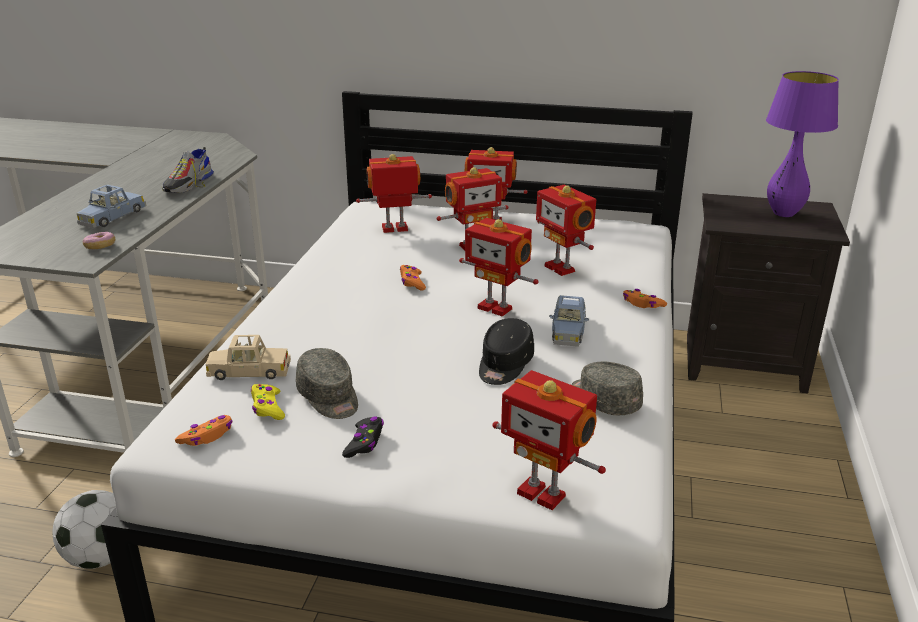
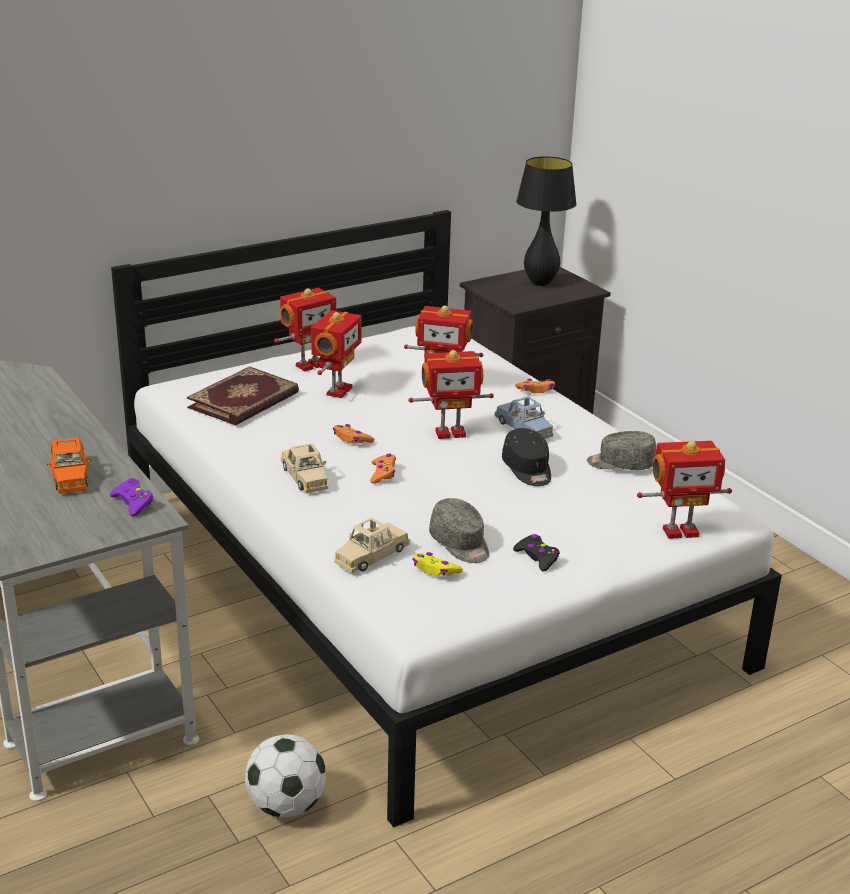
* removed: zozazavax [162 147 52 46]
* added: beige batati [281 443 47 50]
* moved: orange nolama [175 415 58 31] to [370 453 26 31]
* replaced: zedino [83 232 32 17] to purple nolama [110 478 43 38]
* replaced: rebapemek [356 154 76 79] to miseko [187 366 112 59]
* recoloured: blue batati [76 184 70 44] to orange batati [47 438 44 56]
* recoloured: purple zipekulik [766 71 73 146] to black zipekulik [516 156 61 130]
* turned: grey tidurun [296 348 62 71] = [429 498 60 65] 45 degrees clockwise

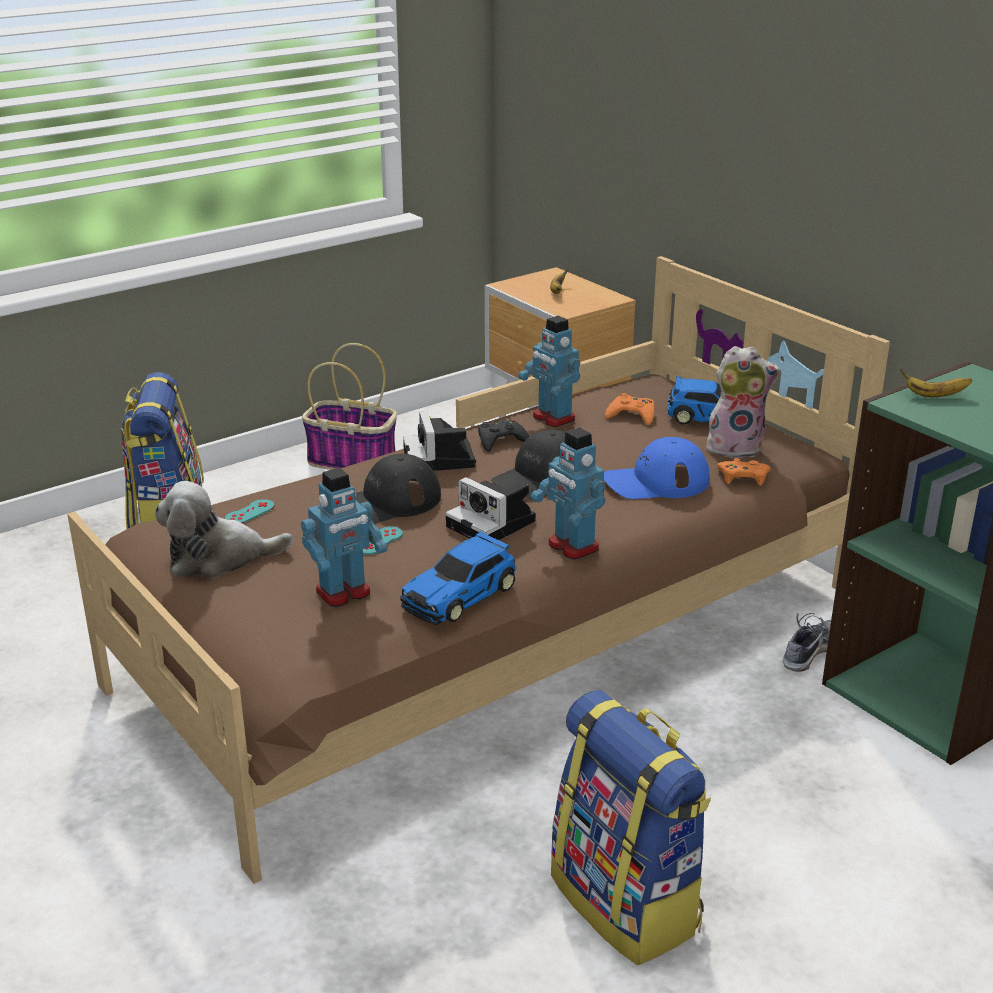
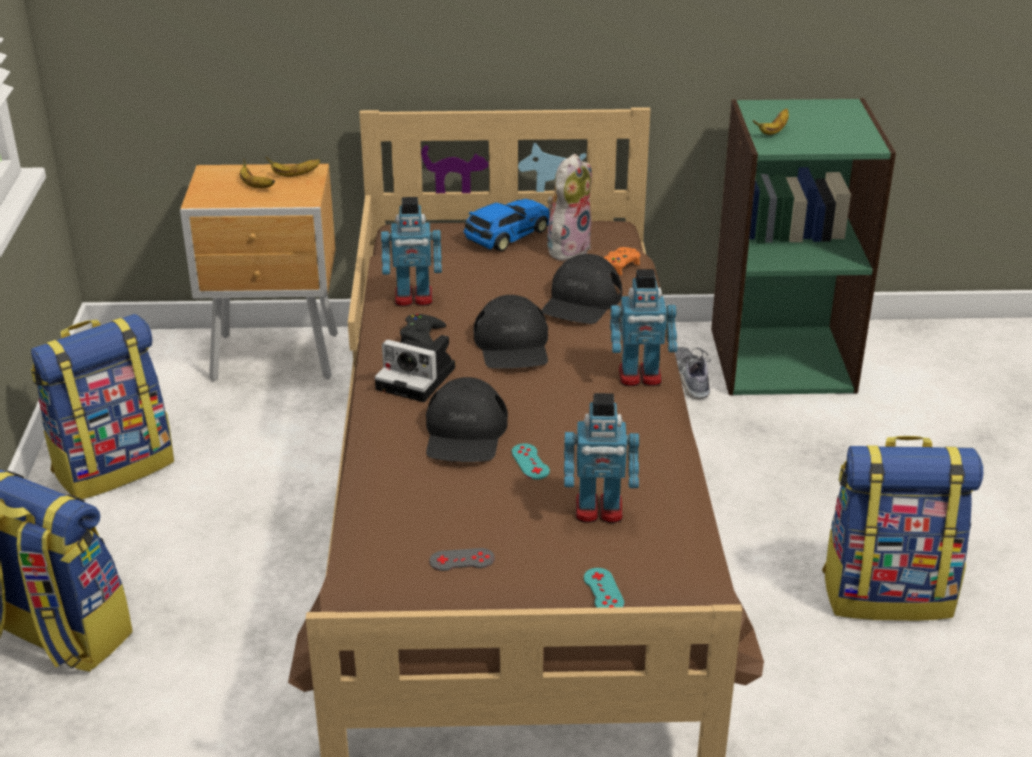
* removed: batati [400 531 116 94]
* removed: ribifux [445 477 91 66]
* removed: orange nolama [605 393 50 32]
* added: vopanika [266 157 55 20]
* moved: turquoise nolama [225 499 49 25] to [584 568 41 40]
* replaced: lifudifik [155 481 138 97] to grey nolama [429 548 66 23]
* replaced: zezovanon [302 343 95 127] to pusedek [31 314 143 185]
* recoloured: blue tidurun [604 437 106 62] to black tidurun [542 254 80 70]
* turned: rebapemek [301 467 87 140] = [564 393 75 130] 90 degrees clockwise

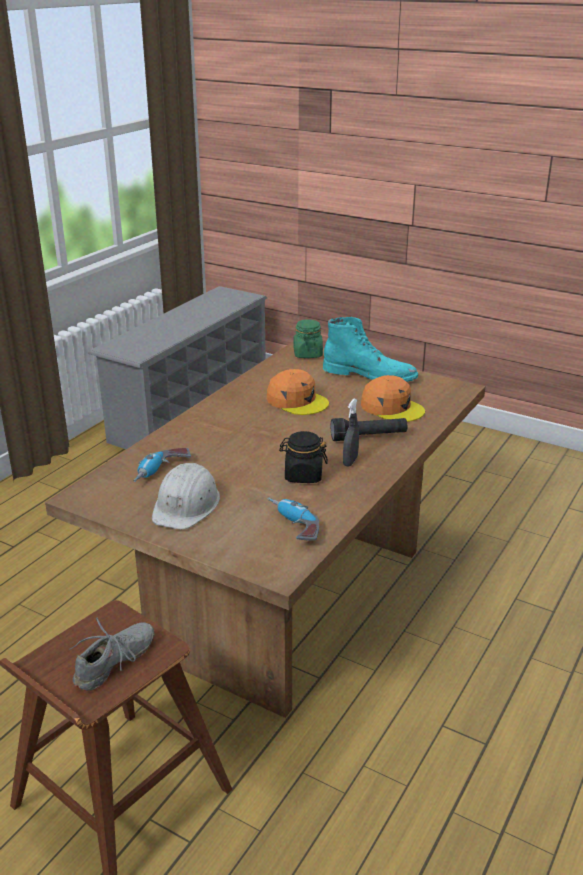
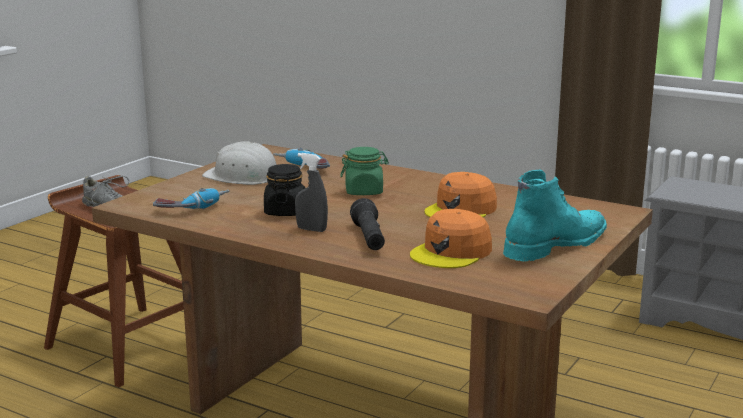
* moved: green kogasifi [294 319 29 39] to [340 147 49 48]
* turned: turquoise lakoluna [323 317 95 65] = [503 169 104 92] 150 degrees counterclockwise

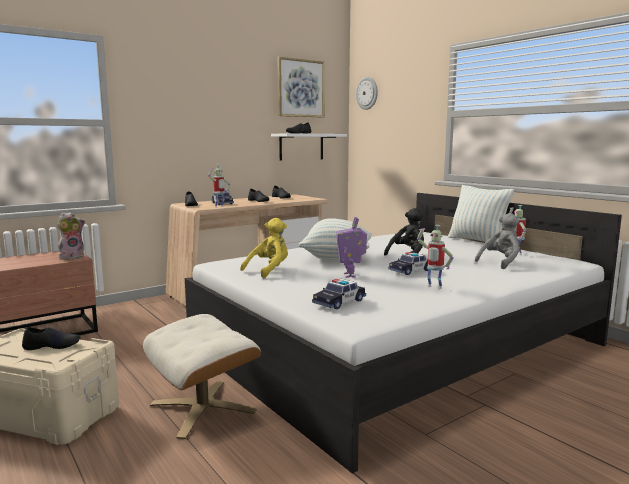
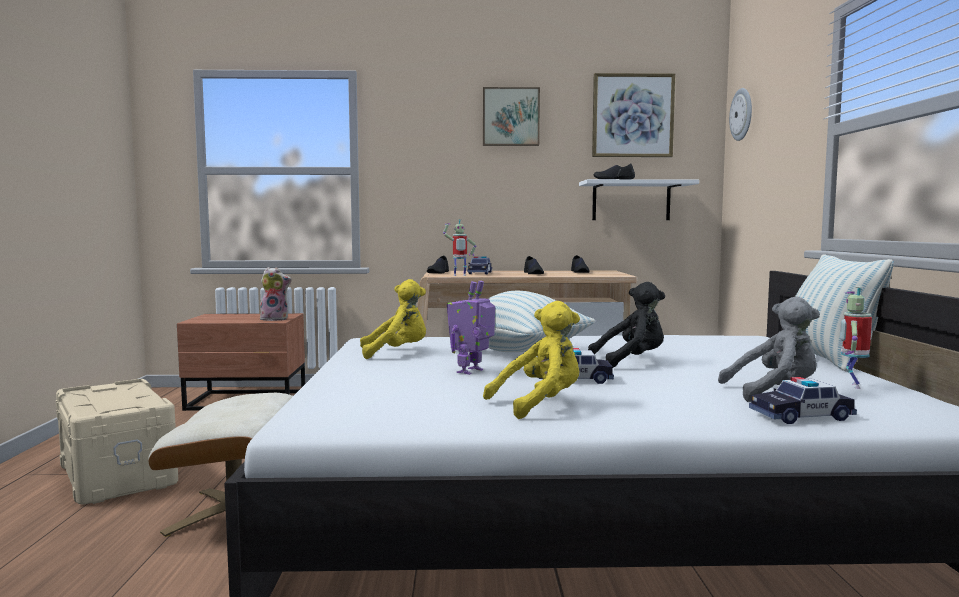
* removed: black zozazavax [22 327 59 23]
* added: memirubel [483 87 57 59]
* moved: batati [312 279 54 30] to [749 377 108 47]
* replaced: rebapemek [417 225 37 64] to yellow lifudifik [483 301 97 118]

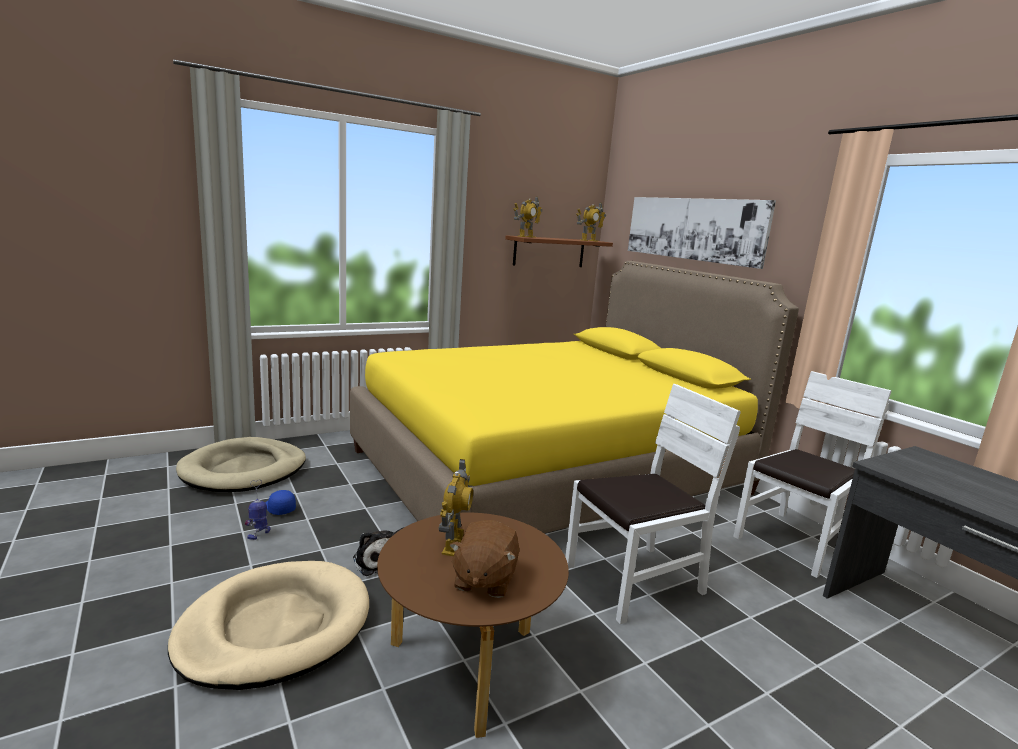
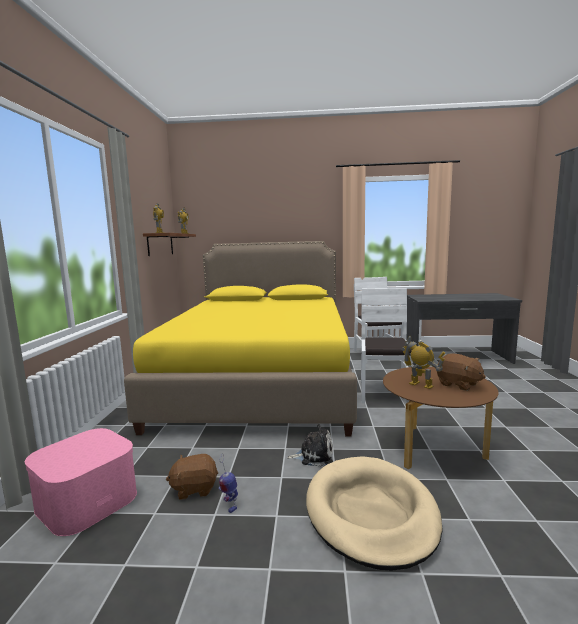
* removed: memirubel [628 197 148 72]
* replaced: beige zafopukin [176 437 130 55] to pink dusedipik [25 428 112 108]
* replaced: blue tidurun [266 490 30 25] to brown lifudifik [166 454 52 46]

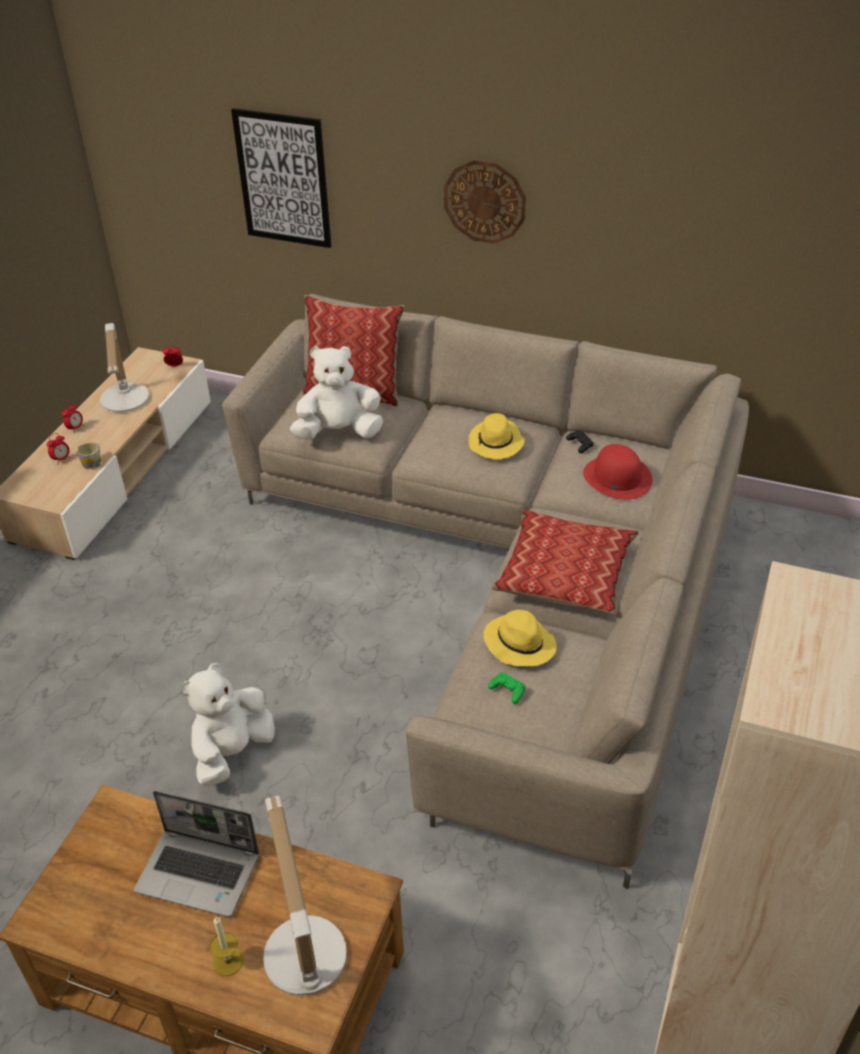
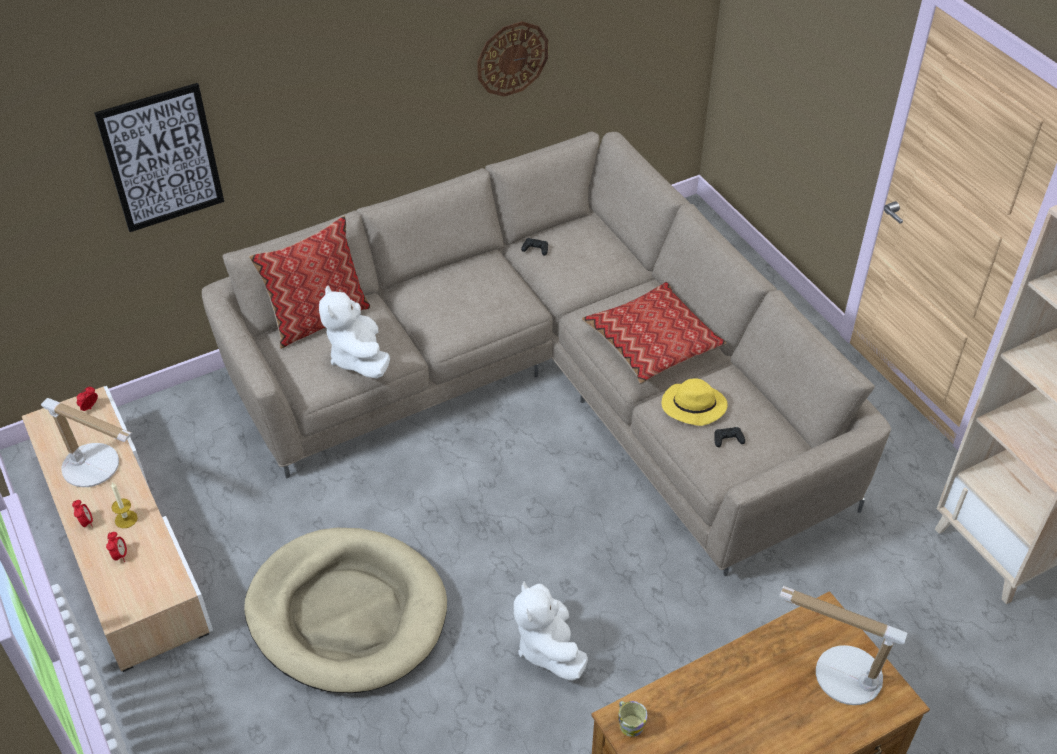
* removed: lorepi [134 791 125 126]
* removed: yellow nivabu [469 413 56 46]
* removed: red nivabu [583 444 69 56]
* added: beige zafopukin [244 528 203 165]
* moved: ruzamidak [77 442 24 27] to [618 701 29 36]
* moved: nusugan [210 916 34 60] to [111 482 26 46]
* moved: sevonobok [444 160 82 84] to [477 21 71 76]
* recoloured: green nolama [488 672 38 32] to black nolama [714 427 31 20]
* turned: white lifudifik [290 346 93 94] = [319 285 71 94] 45 degrees counterclockwise

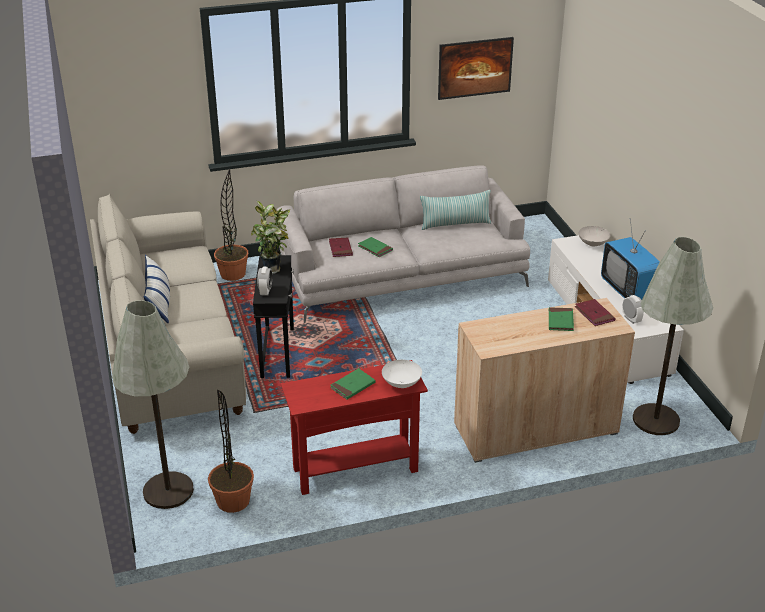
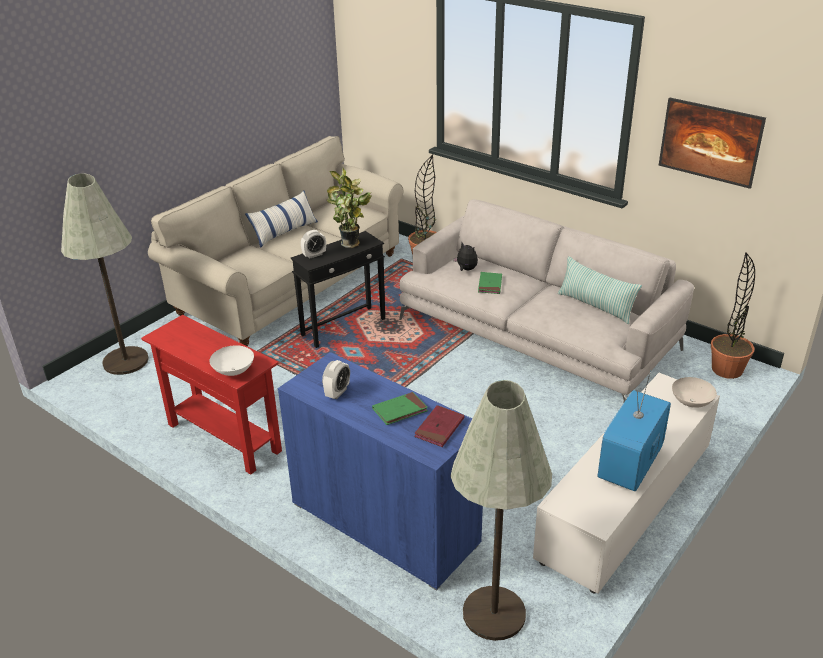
* removed: green miseko [330 368 46 32]
* moved: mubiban [208 390 46 123] to [711 252 44 127]
* moved: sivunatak [622 295 22 29] to [322 360 28 39]
* replaced: red miseko [329 237 24 20] to lifudifik [453 242 25 29]
* recoloured: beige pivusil [454 298 181 165] to blue pivusil [278 352 205 239]

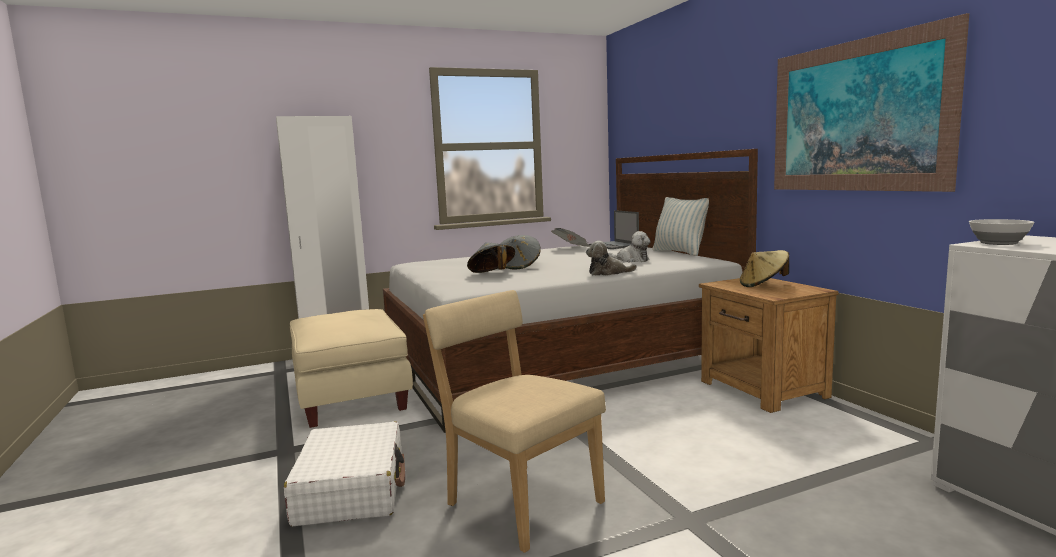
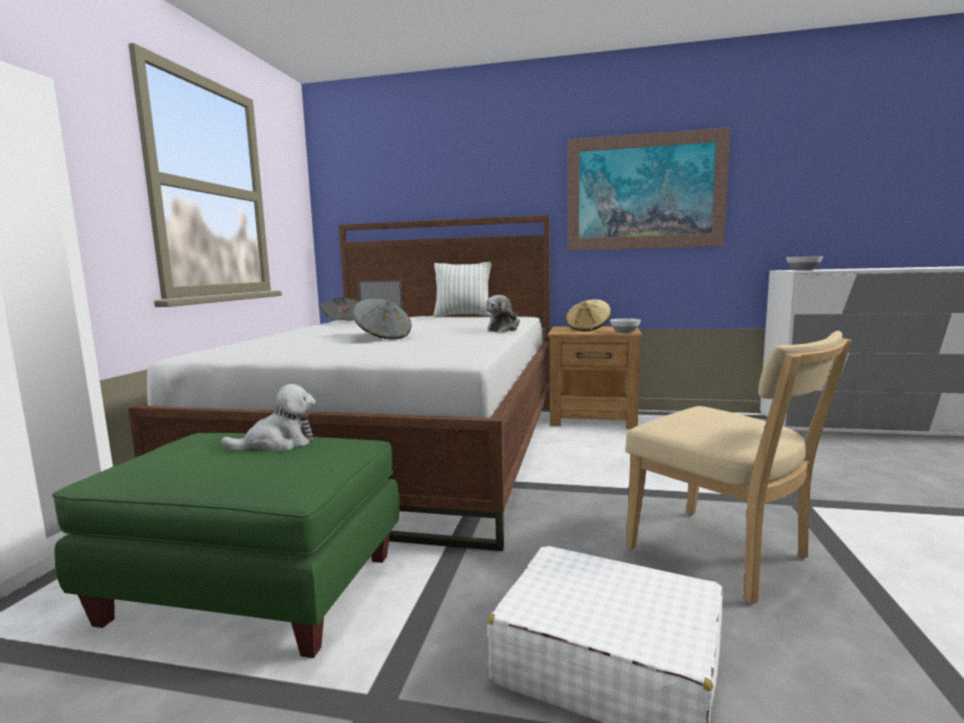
* removed: grey nivabu [467 242 48 31]
* added: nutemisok [610 318 31 15]
* moved: lifudifik [608 231 42 31] to [221 384 95 67]
* recoloured: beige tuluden [290 309 123 119] to green tuluden [52 433 348 225]
* turned: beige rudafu [423 290 183 263] = [625 331 226 273] 120 degrees counterclockwise

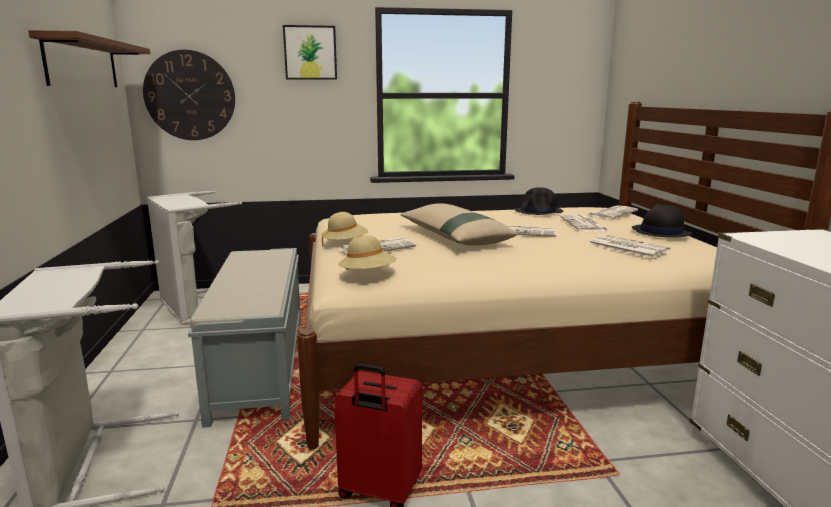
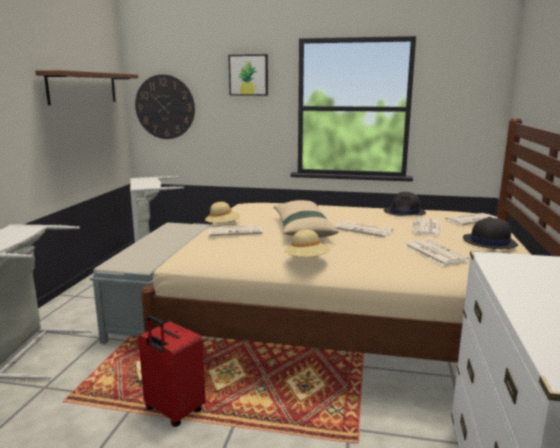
* moved: beige nivabu [338 235 59 35] to [284 230 47 27]

